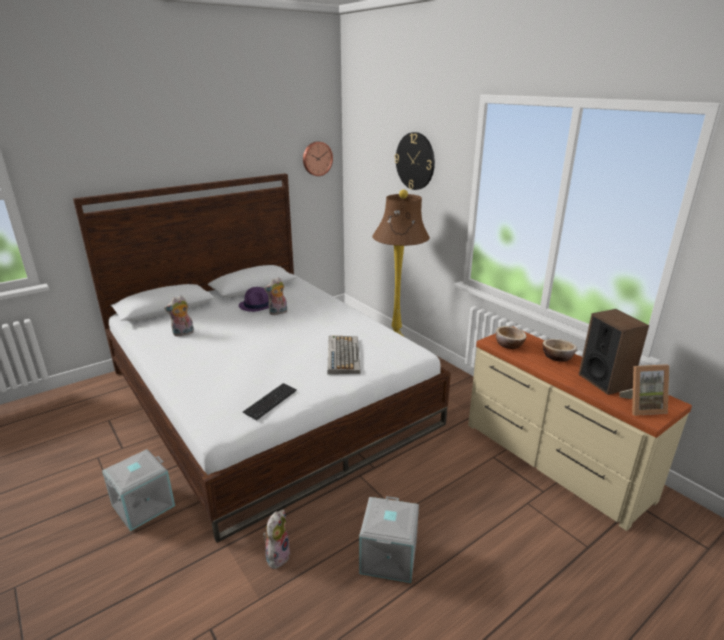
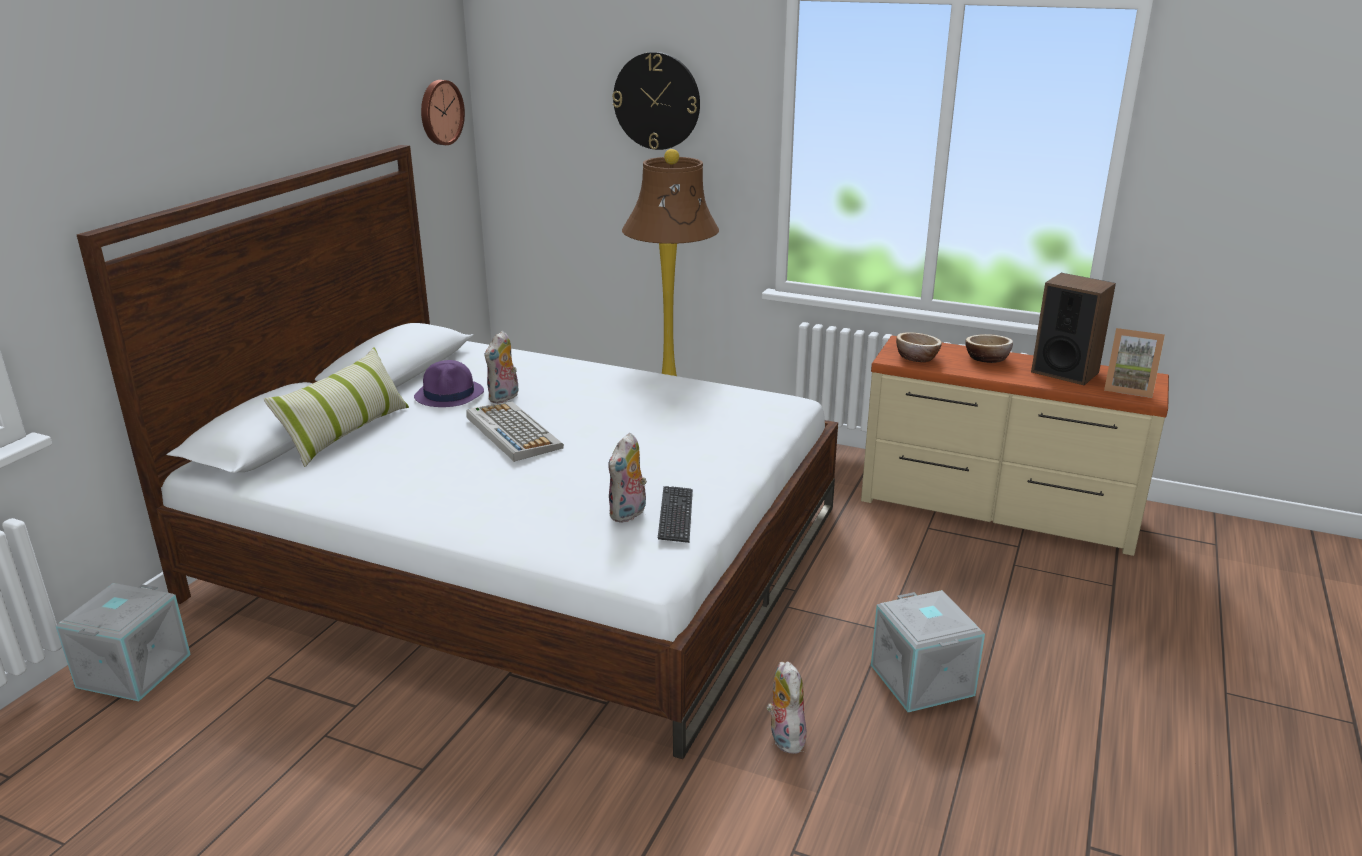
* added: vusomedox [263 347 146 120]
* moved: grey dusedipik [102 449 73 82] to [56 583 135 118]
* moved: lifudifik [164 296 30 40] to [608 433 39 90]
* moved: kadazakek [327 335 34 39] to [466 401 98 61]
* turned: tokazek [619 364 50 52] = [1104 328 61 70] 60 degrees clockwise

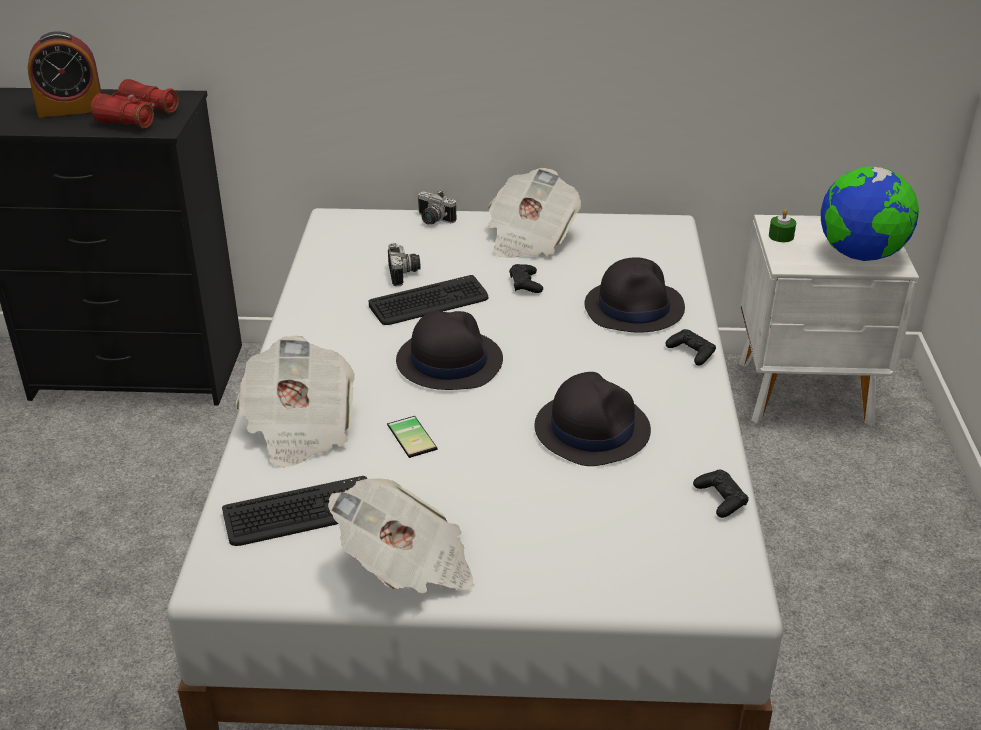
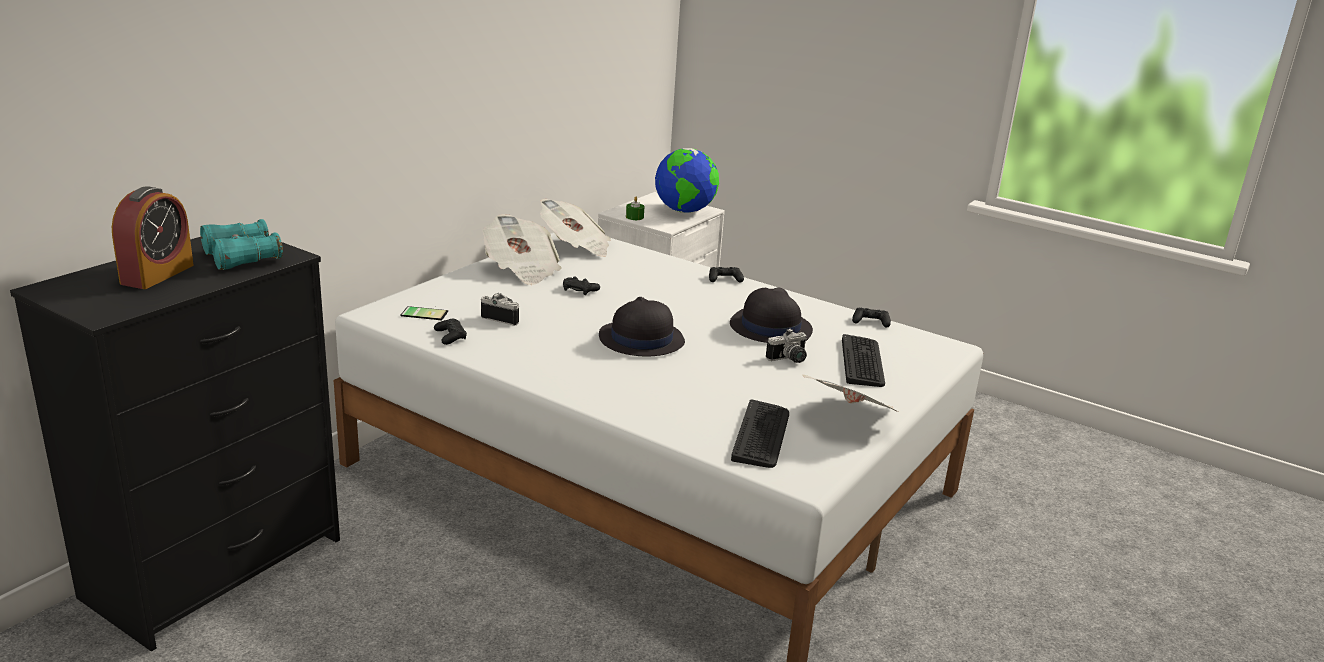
* removed: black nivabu [584 257 101 76]
* added: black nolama [434 319 33 26]
* moved: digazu [236 336 119 132] to [540 199 71 58]
* moved: kadazakek [369 275 119 50] to [842 334 43 53]
* moved: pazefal [387 416 51 42] to [400 306 48 14]
* moved: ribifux [418 190 38 34] to [766 328 41 35]
* recoloured: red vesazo [91 79 88 49] to turquoise vesazo [200 219 83 51]

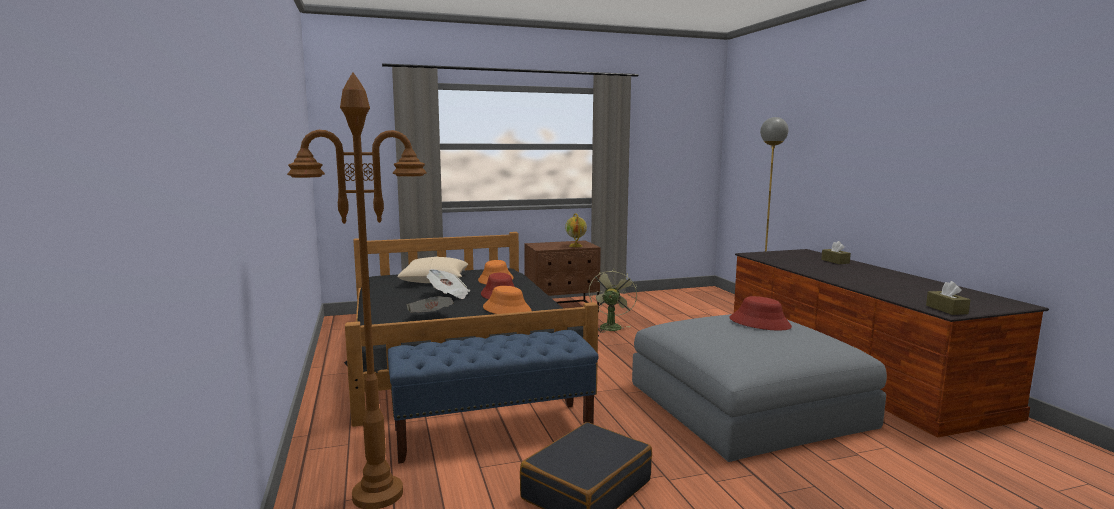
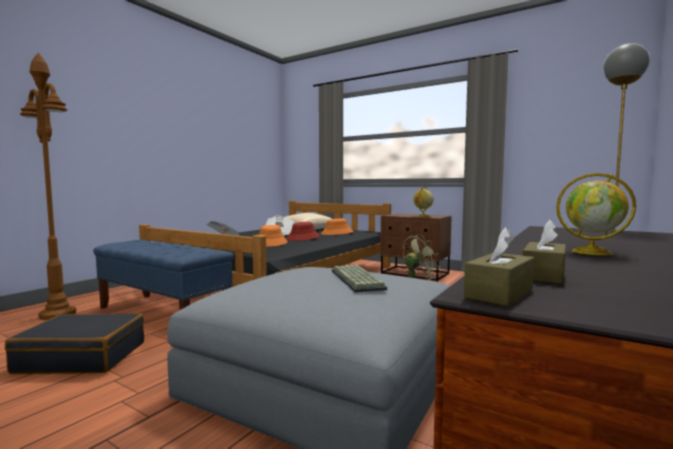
* added: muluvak [556 173 80 82]
* moved: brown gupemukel [821 241 30 23] to [522 220 44 64]
* replaced: red nivabu [729 296 63 34] to kadazakek [332 265 55 27]

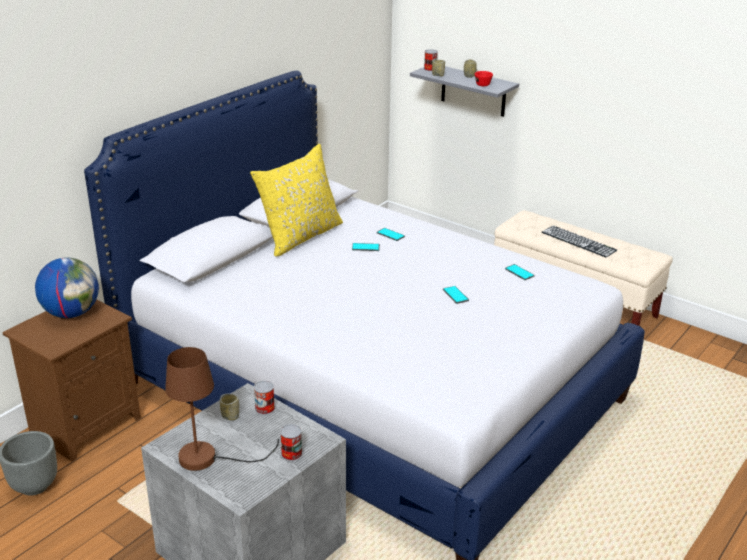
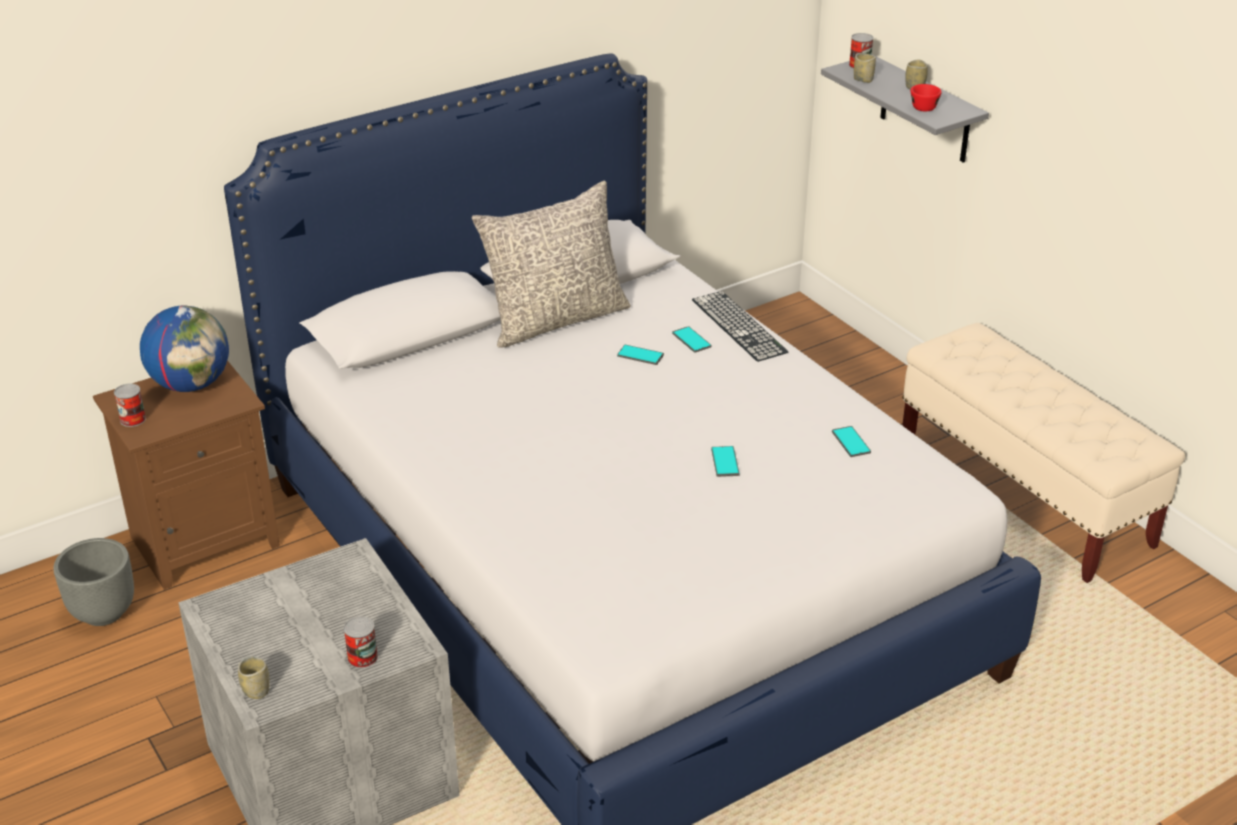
* removed: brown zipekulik [165 347 114 124]
* moved: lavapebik [220 394 19 26] to [238 656 31 43]
* moved: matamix [254 381 21 34] to [114 384 32 43]
* moved: kadazakek [542 225 75 33] to [692 291 96 71]
* recoloured: yellow vusomedox [250 144 93 113] to grey vusomedox [472 181 159 167]

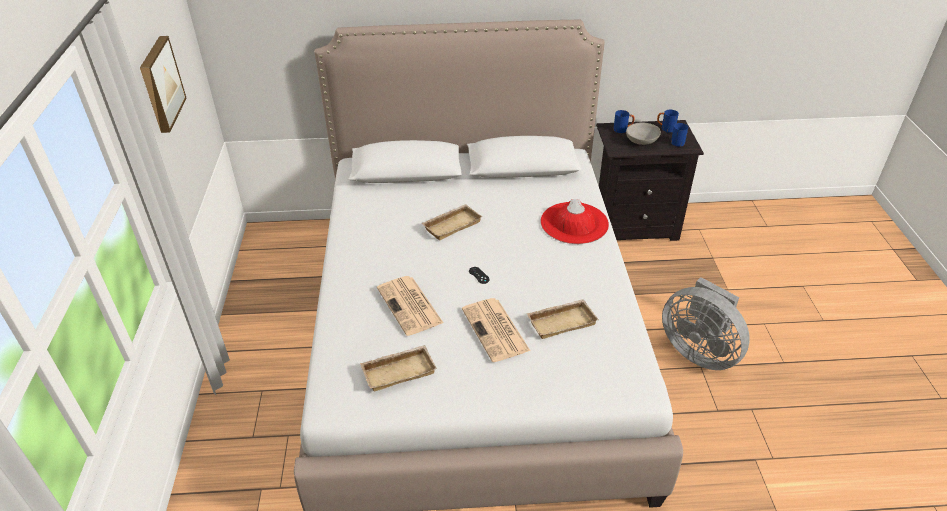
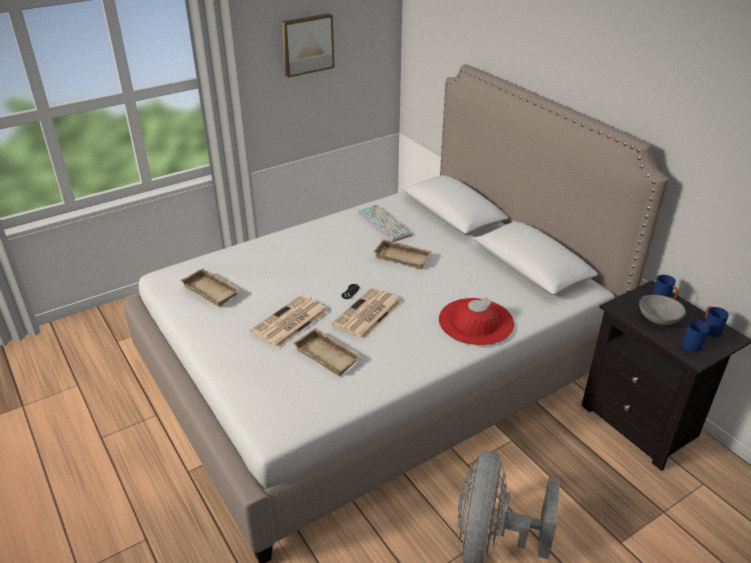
* added: kadazakek [358 205 54 37]
* moved: digazu [377 276 66 60] to [332 287 70 53]

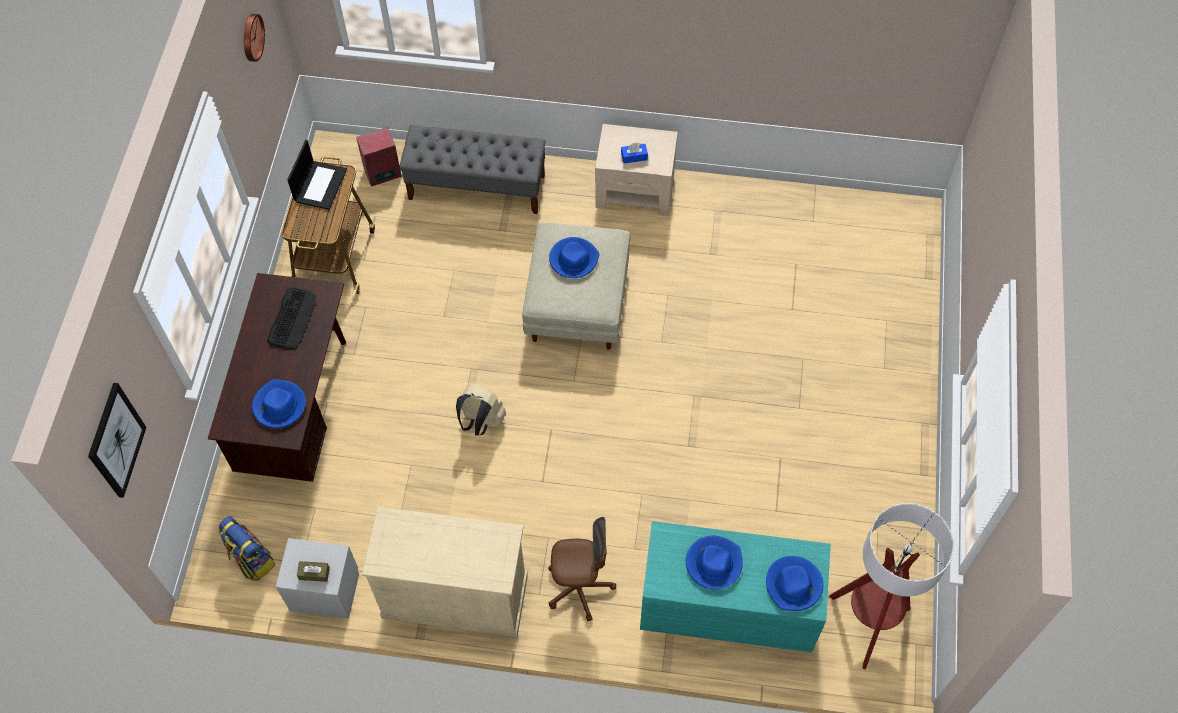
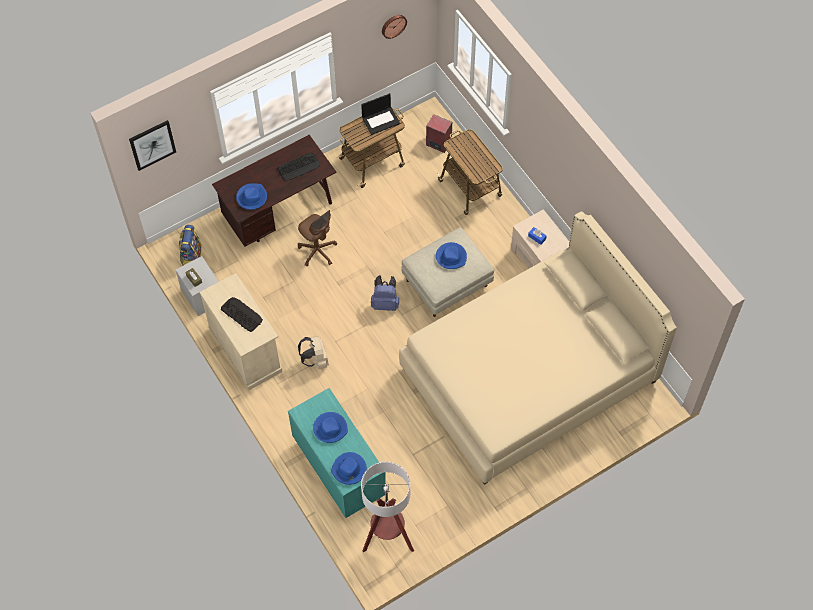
* added: kadazakek [221 297 42 35]
* added: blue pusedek [371 275 28 36]
* added: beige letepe [399 211 278 274]
* moved: beige pusedek [456 384 50 52] to [298 336 31 33]
* moved: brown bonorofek [548 517 68 104] to [298 210 39 57]
* replaced: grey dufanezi [399 125 147 89] to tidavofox [437 129 66 86]

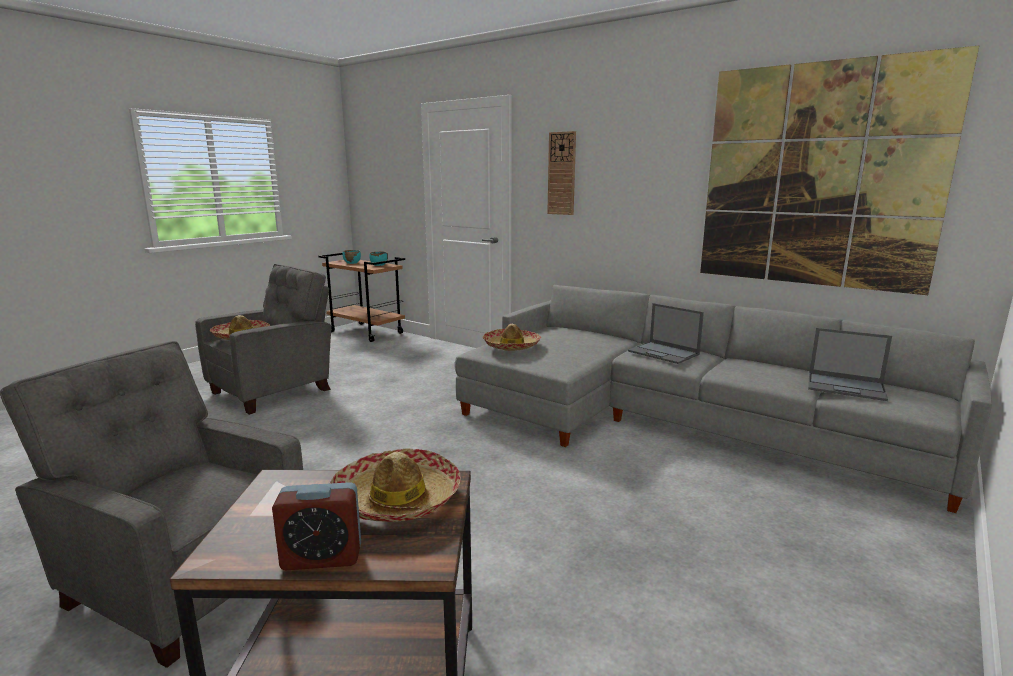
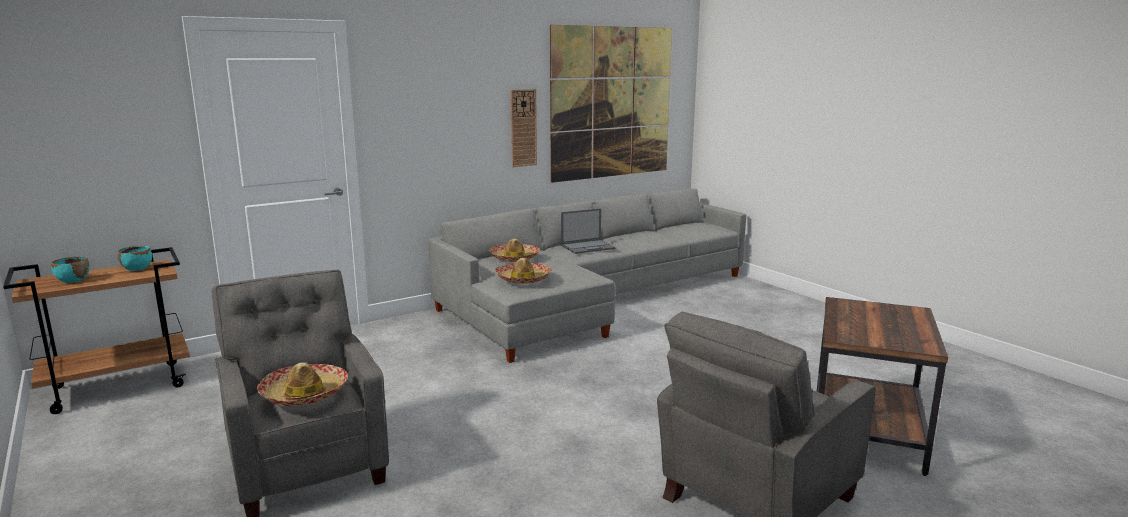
* removed: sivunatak [272 482 89 88]
* removed: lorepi [808 328 84 73]
* moved: nivabu [329 449 132 73] to [490 239 50 23]
* moved: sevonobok [547 131 29 84] to [510 89 27 78]

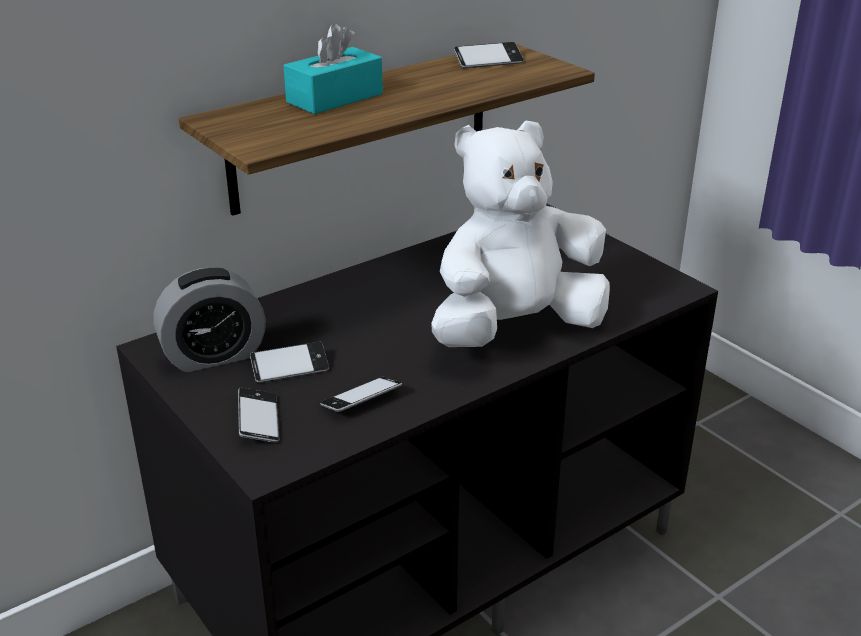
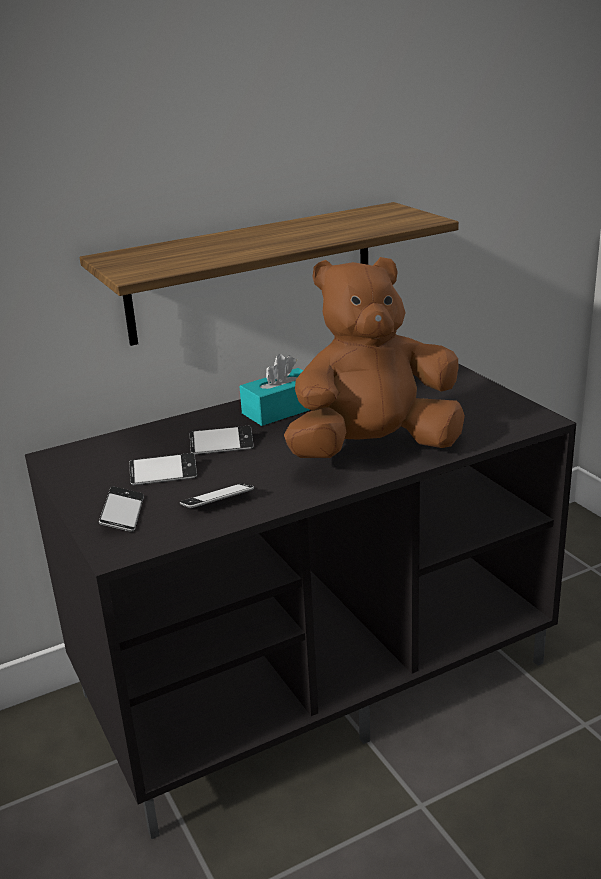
* removed: sivunatak [153 267 113 105]
* moved: turquoise gupemukel [284 23 99 91] to [239 354 71 72]
* moved: pazefal [454 42 70 26] to [190 426 64 29]
* recoloured: white lifudifik [431 120 179 227] to brown lifudifik [284 257 181 201]

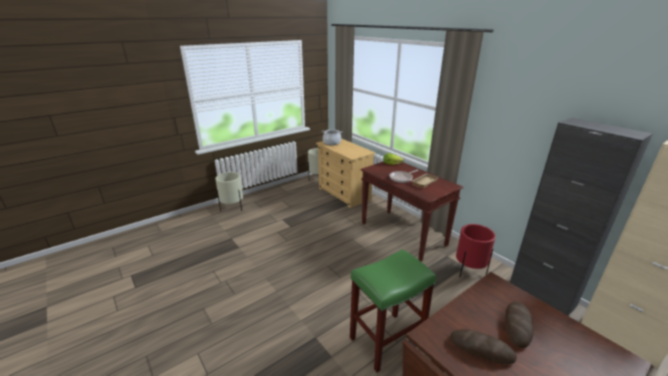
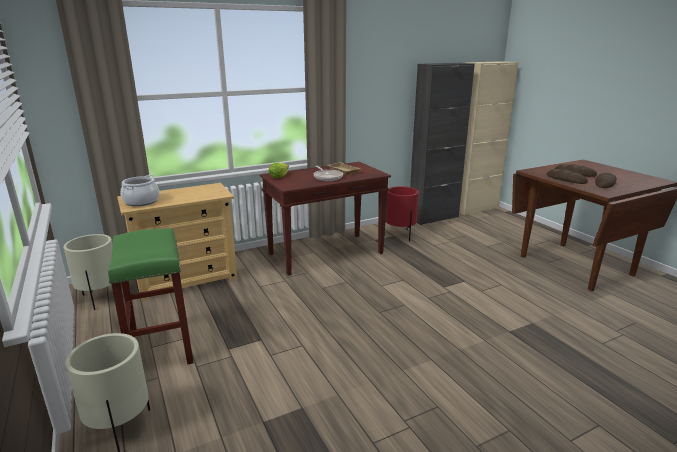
* added: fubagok [547 169 41 15]
* moved: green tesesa [350 249 86 124] to [108 228 86 136]

